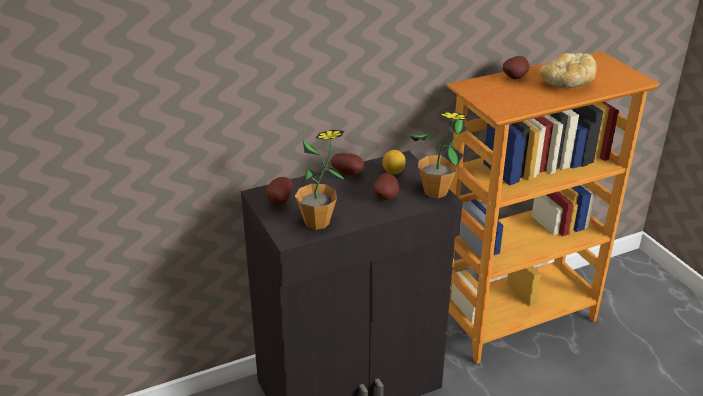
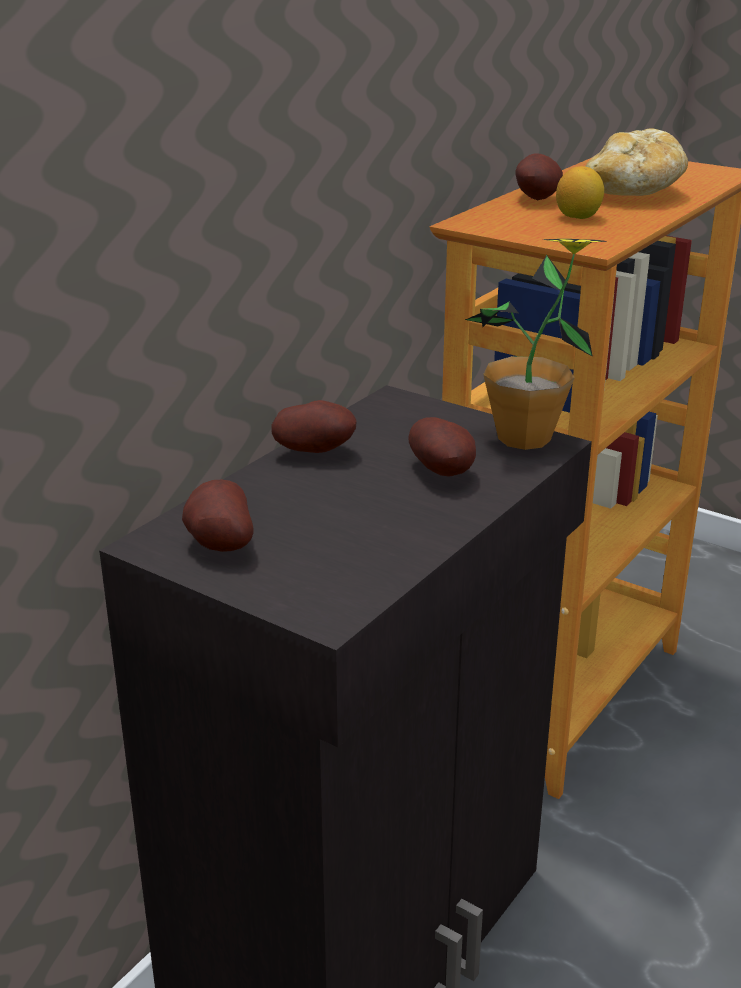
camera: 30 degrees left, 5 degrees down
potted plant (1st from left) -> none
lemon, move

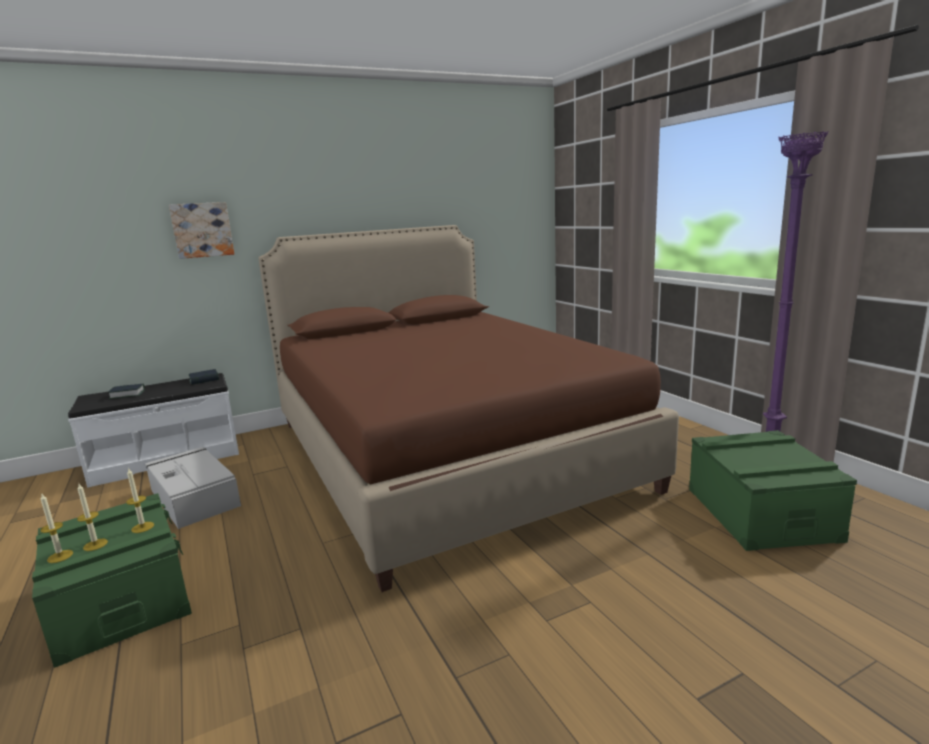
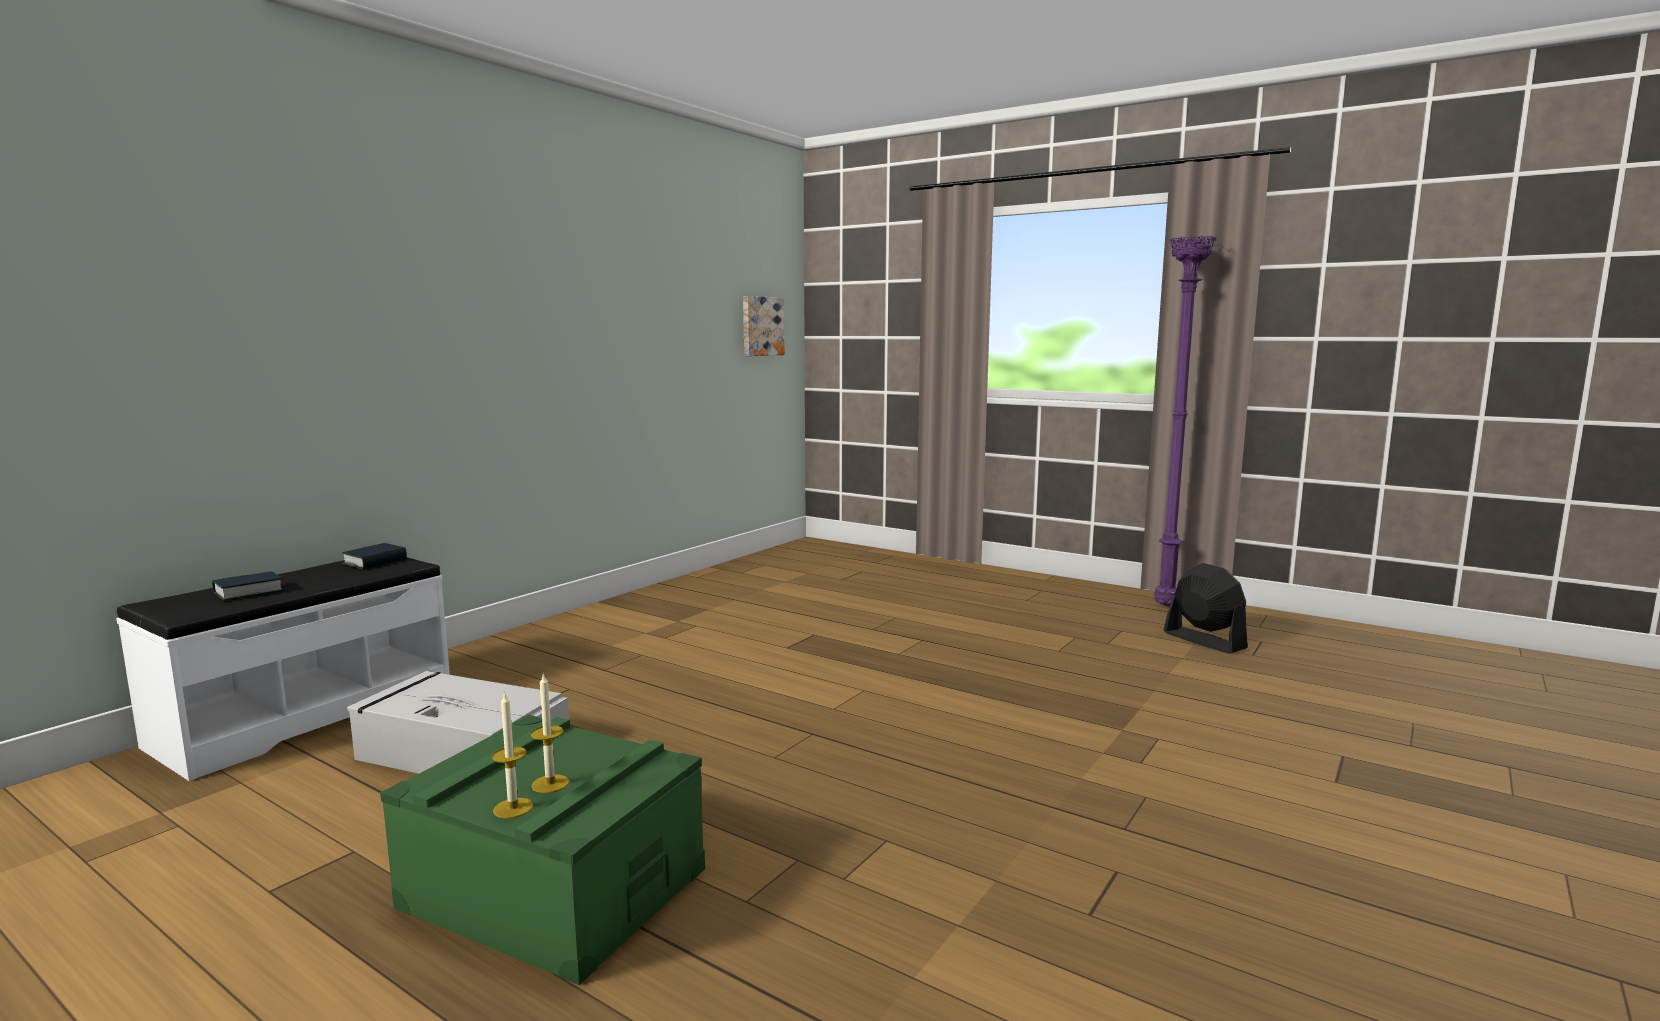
camera: 30 degrees left, 5 degrees down
candle (3rd from left) -> none
bed (brown) -> none
picture, move
storage box (green) (2nd from left) -> fan (black)

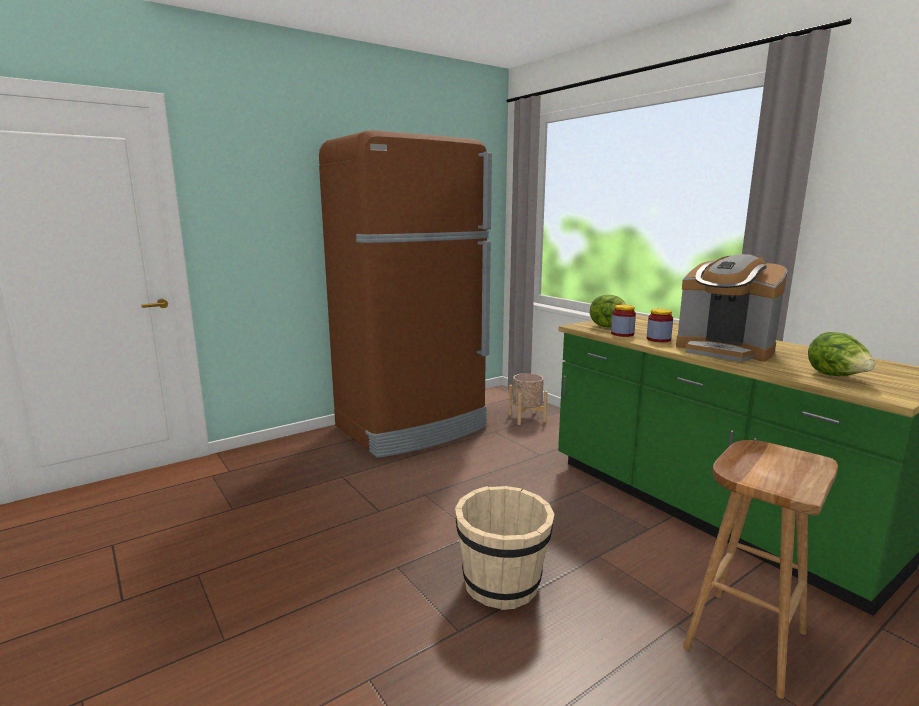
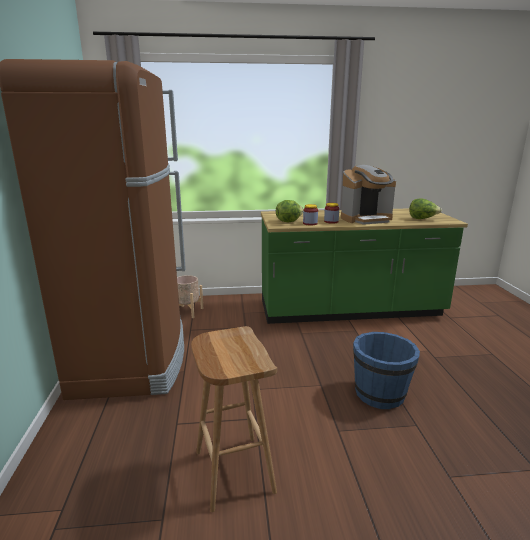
camera: 60 degrees left, 5 degrees up
stool (brown), move
bucket (beige) -> bucket (blue)

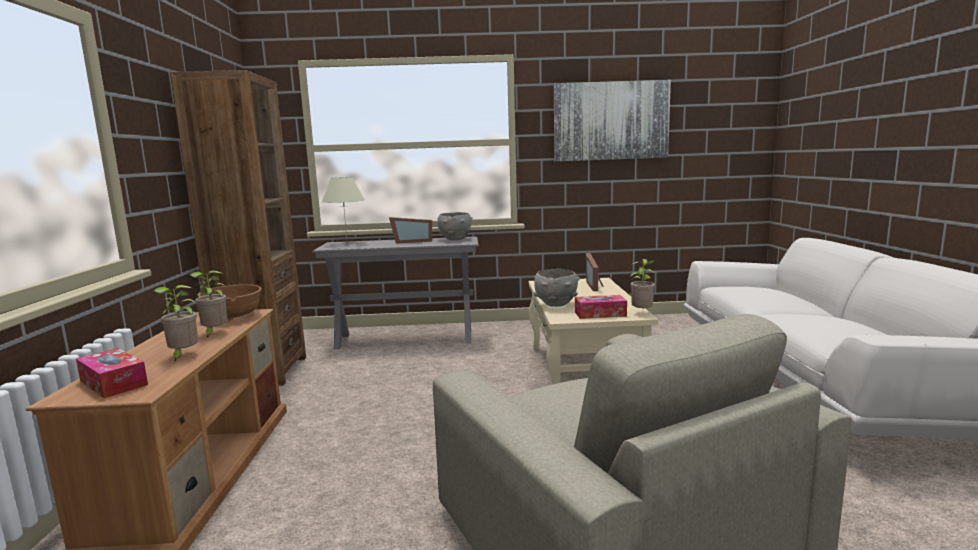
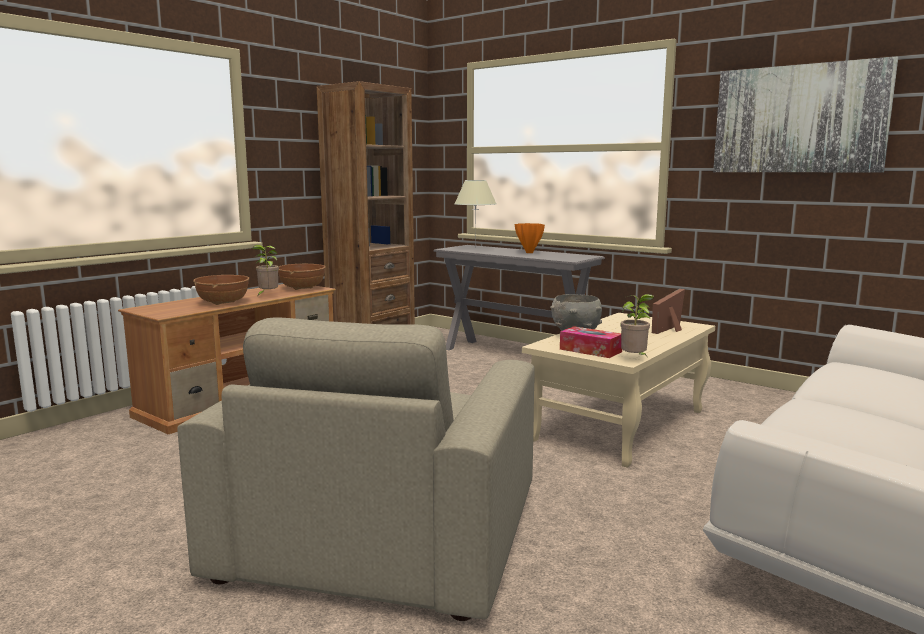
camera: 40 degrees right, 0 degrees up
tissue box (1st from left) -> none
bowl (grey) (1st from left) -> none
potted plant (1st from left) -> bowl (brown) (1st from left)
picture frame (1st from left) -> vase (orange)

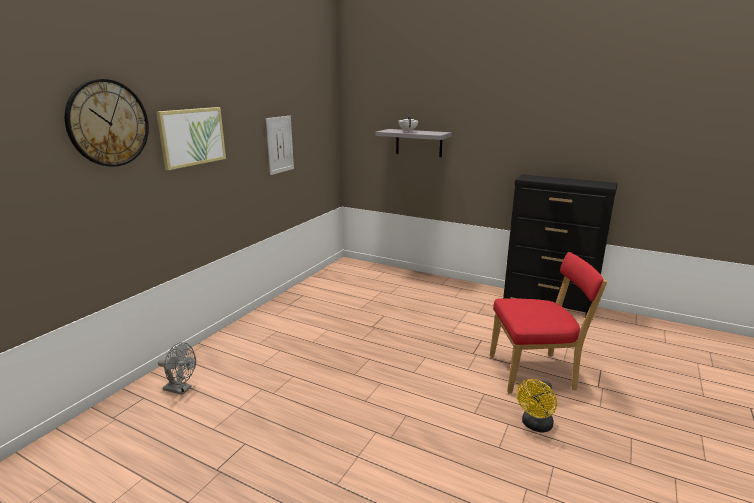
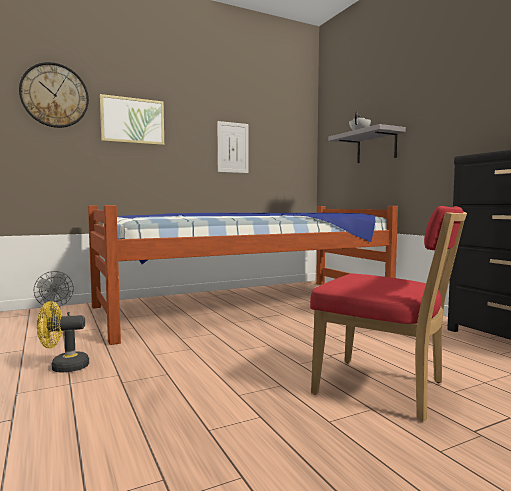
camera: 35 degrees right, 15 degrees down
none -> bed
fan (yellow), move

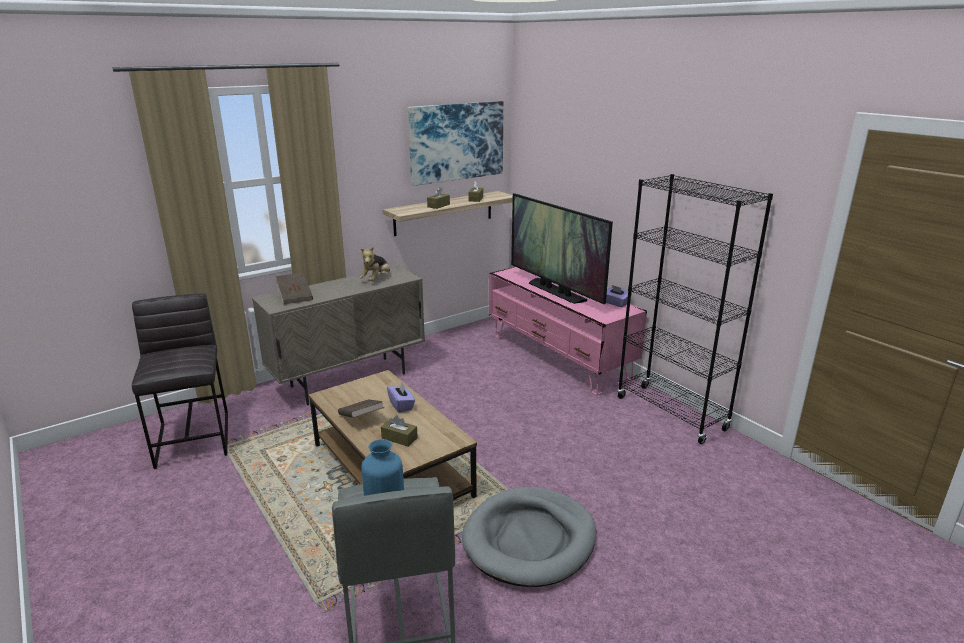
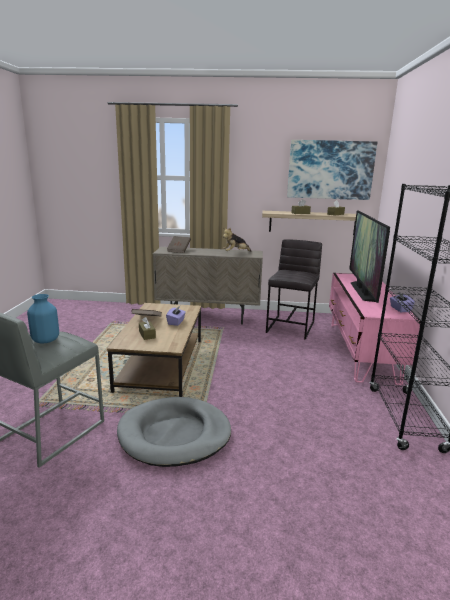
camera: 40 degrees right, 5 degrees down
stool (grey) (1st from left in the first image) -> stool (grey) (2nd from left), move

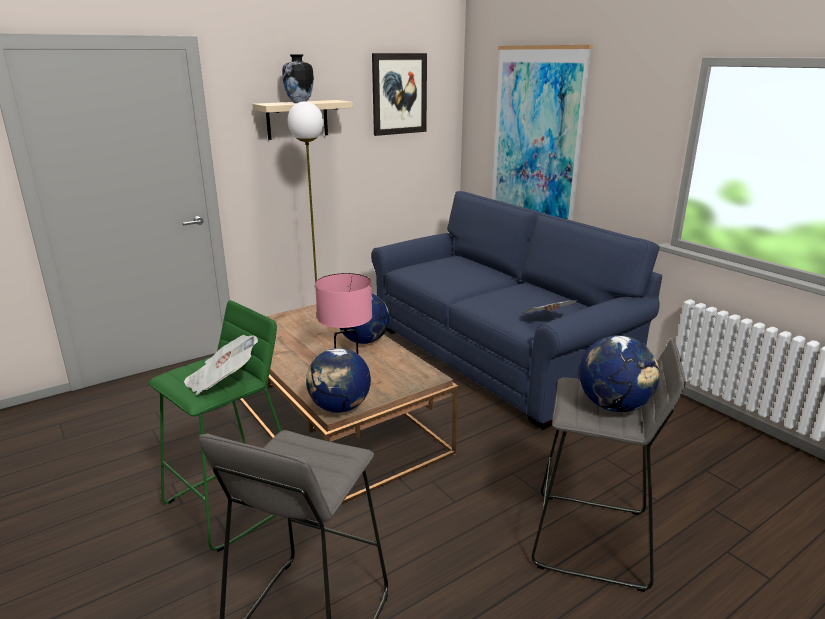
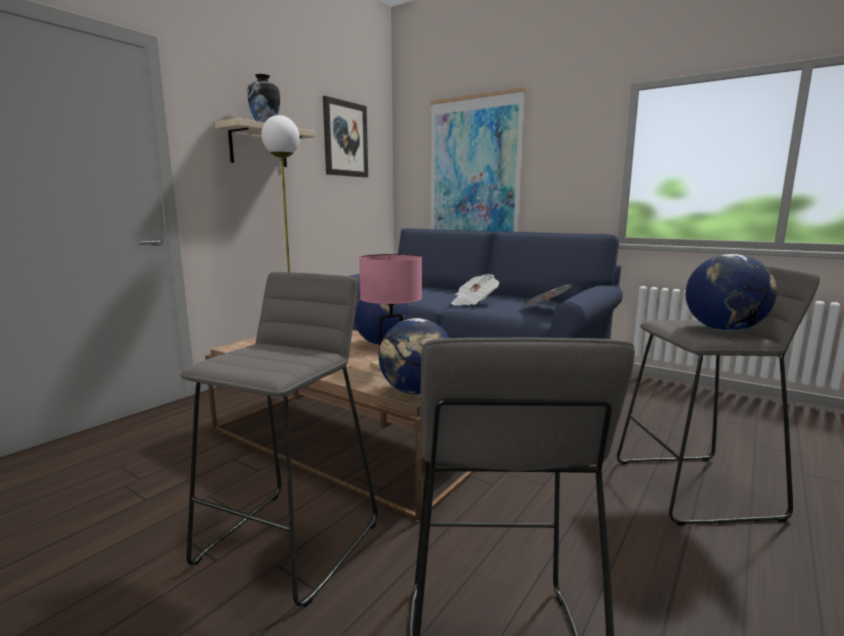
camera: 20 degrees left, 10 degrees down
newspaper (1st from left), move
stool (green) -> stool (grey) (1st from left)

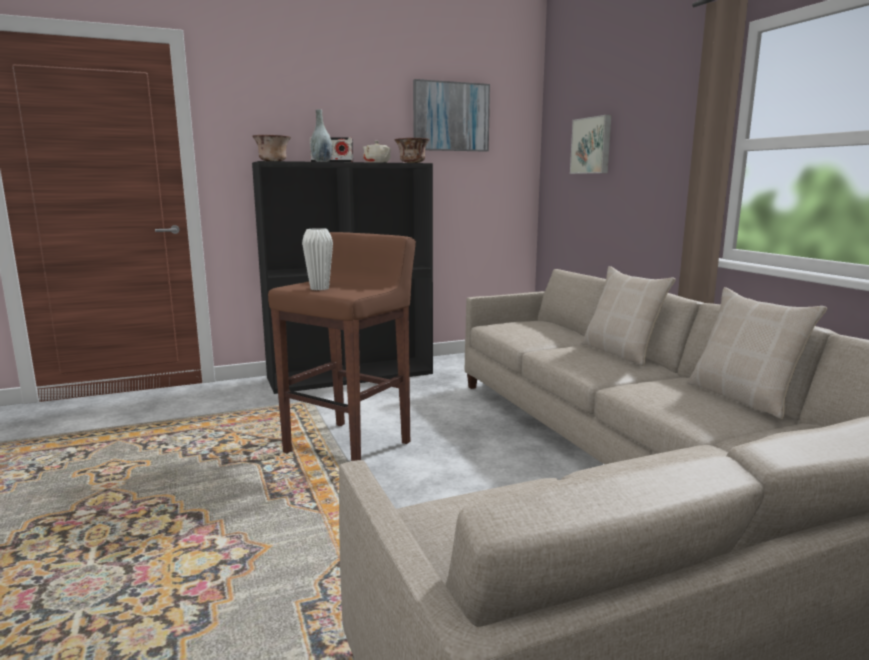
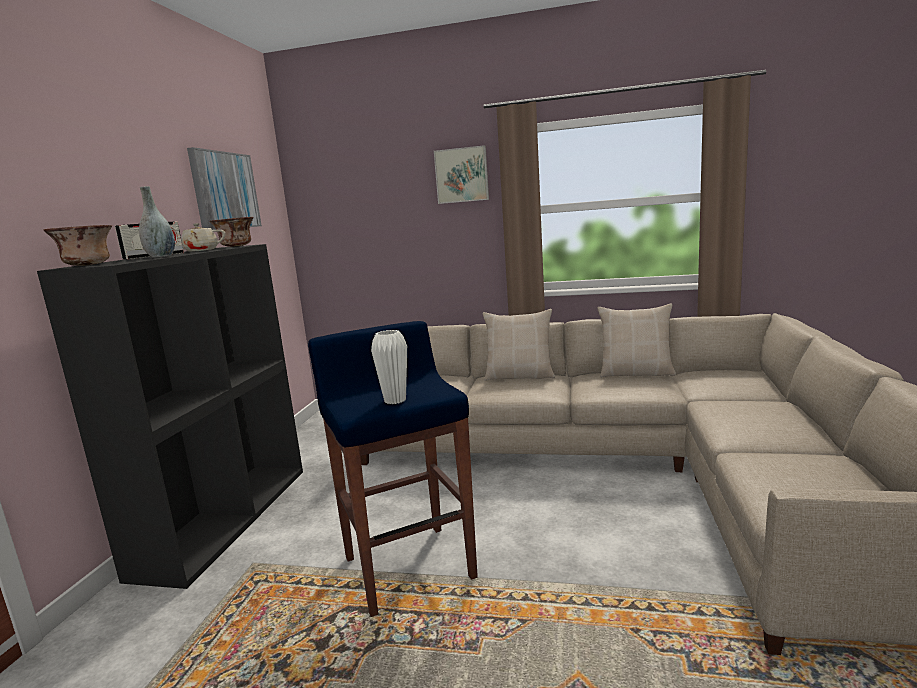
camera: 55 degrees left, 0 degrees up
picture (2nd from left), move
stool (brown) -> stool (blue)

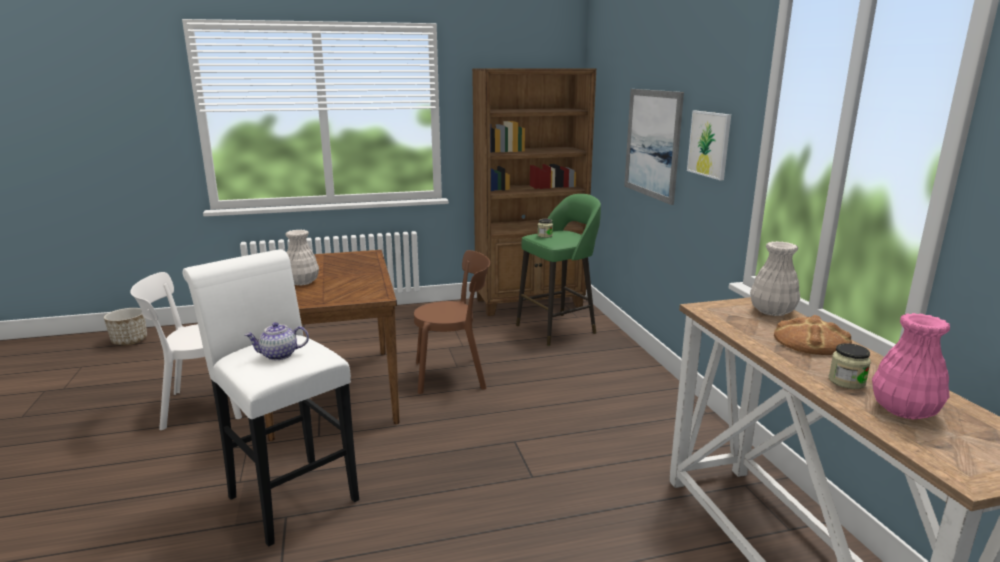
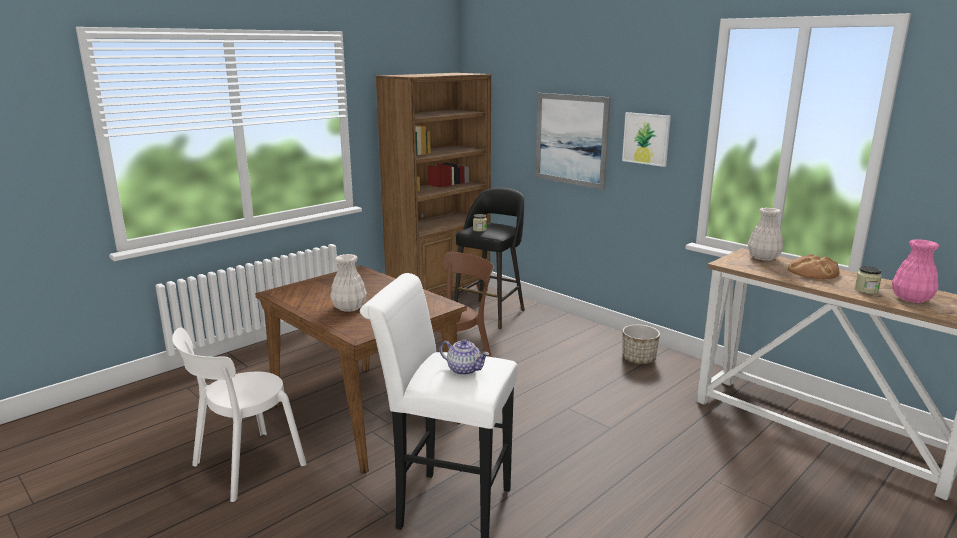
camera: 30 degrees left, 0 degrees up
planter, move
stool (green) -> stool (black)
teapot, 105 degrees counterclockwise

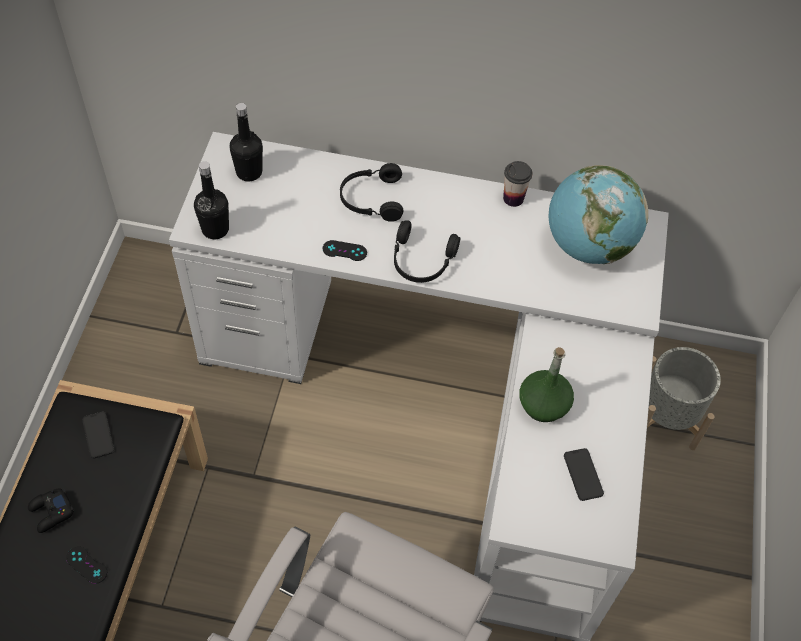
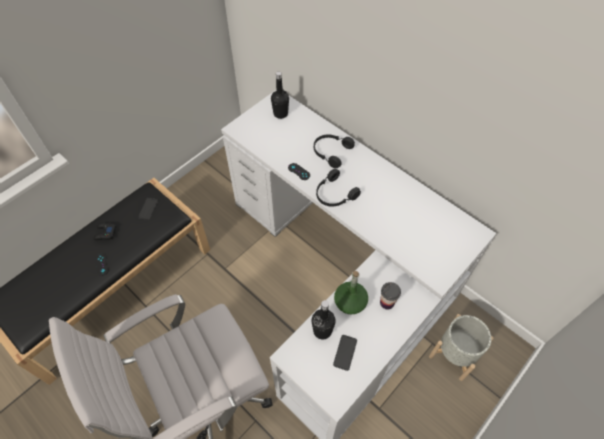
camera: 35 degrees right, 0 degrees up
globe -> none
bottle (black) (1st from left in the first image) -> bottle (black) (2nd from left), move
cup, move

